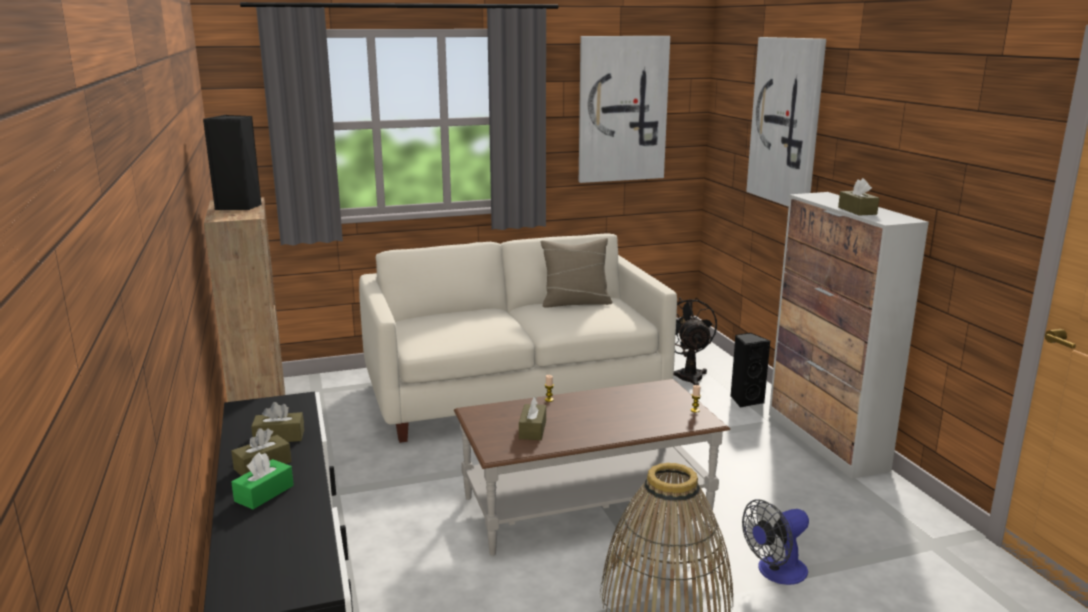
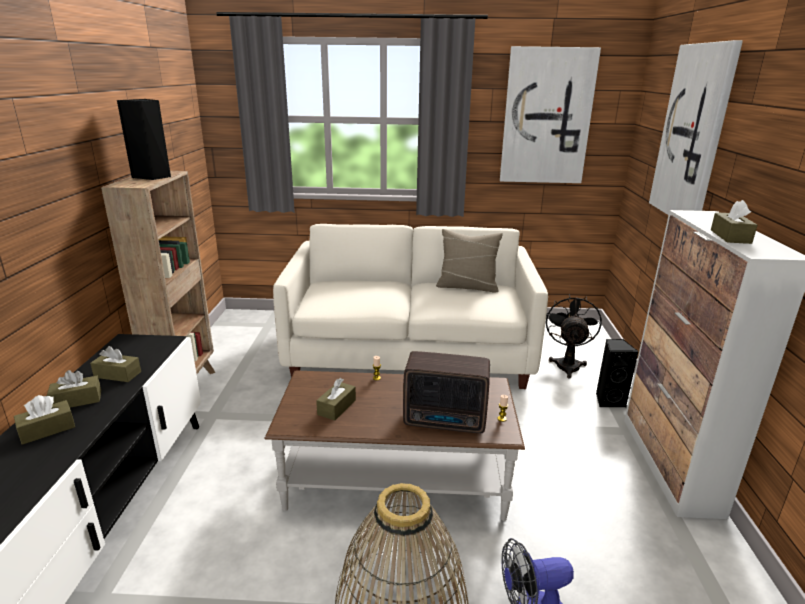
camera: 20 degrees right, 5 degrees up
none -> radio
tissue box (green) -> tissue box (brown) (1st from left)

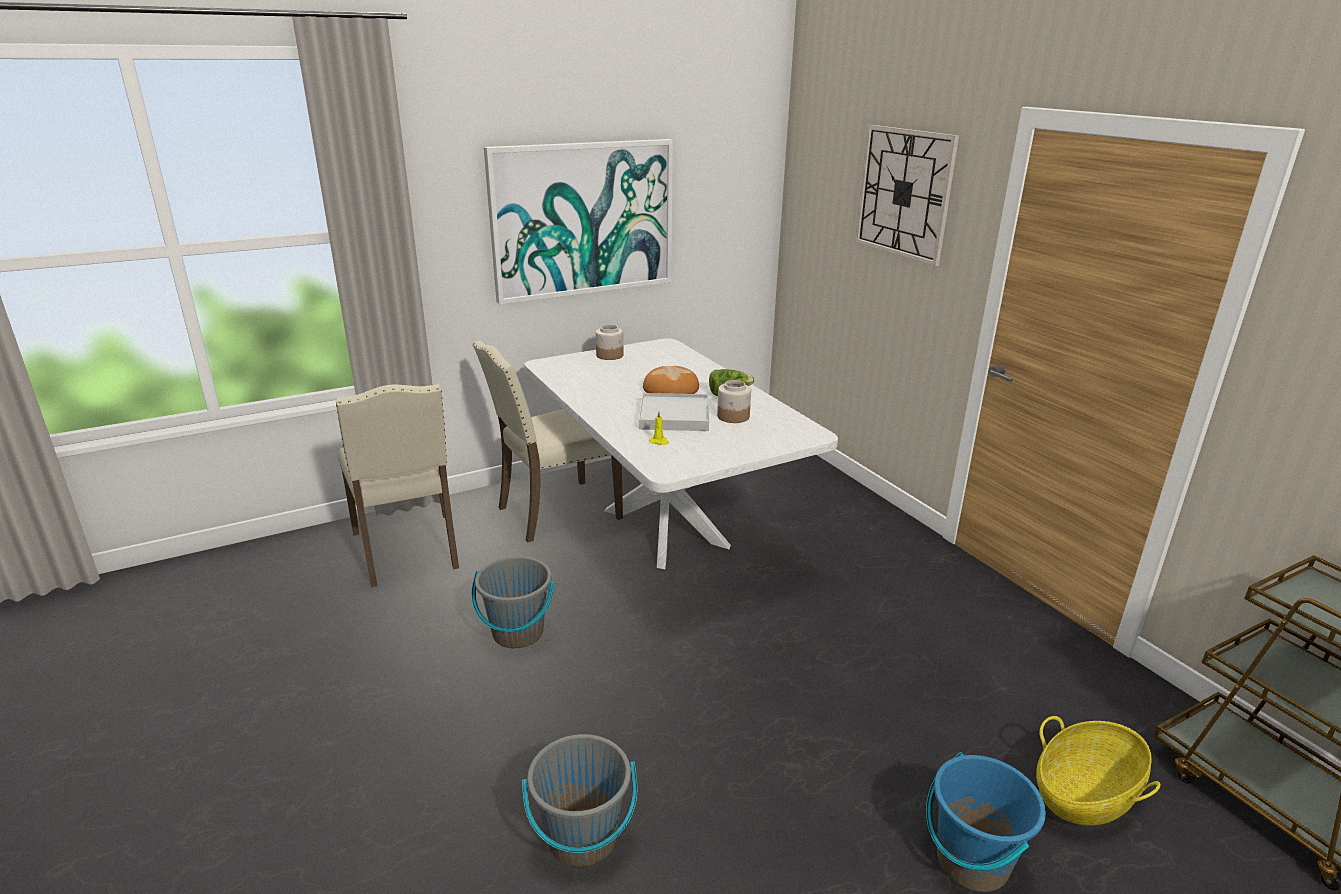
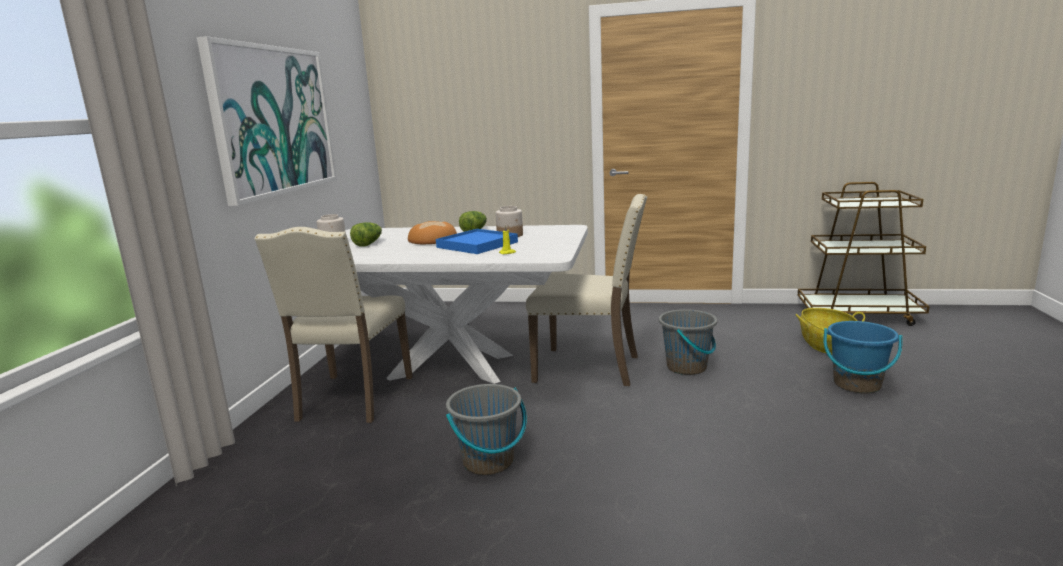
camera: 50 degrees left, 10 degrees down
wall clock -> none
none -> lettuce (1st from left)
chair (beige) (1st from left in the first image) -> chair (beige) (2nd from left), move
bucket (grey) (2nd from left), move
tray (white) -> tray (blue)

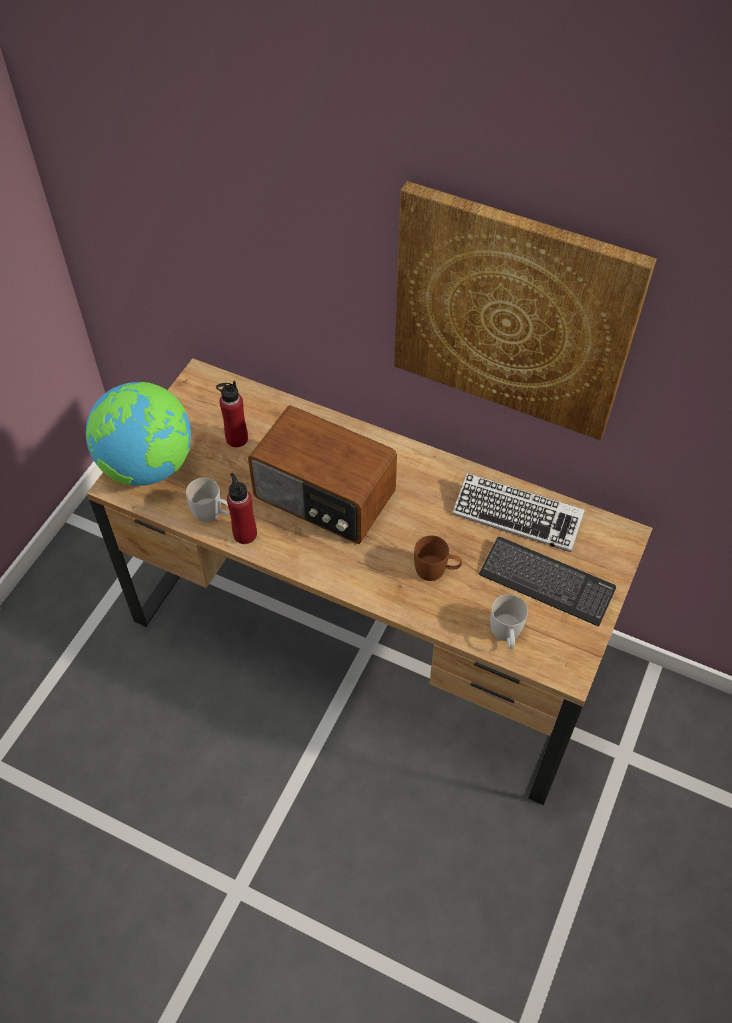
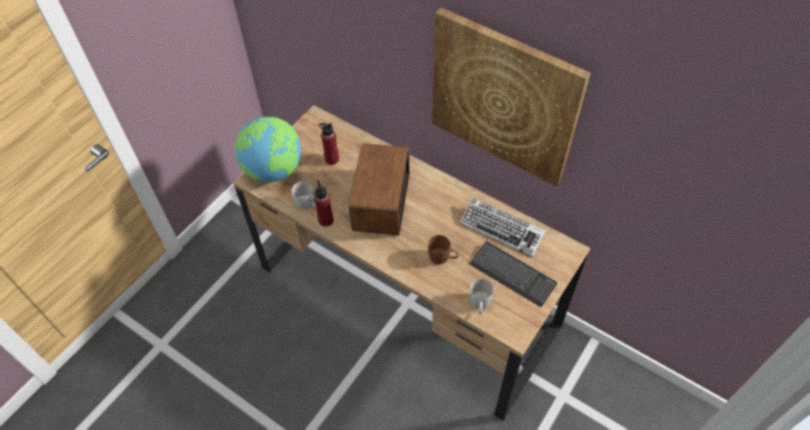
camera: 10 degrees right, 0 degrees up
radio, 60 degrees clockwise

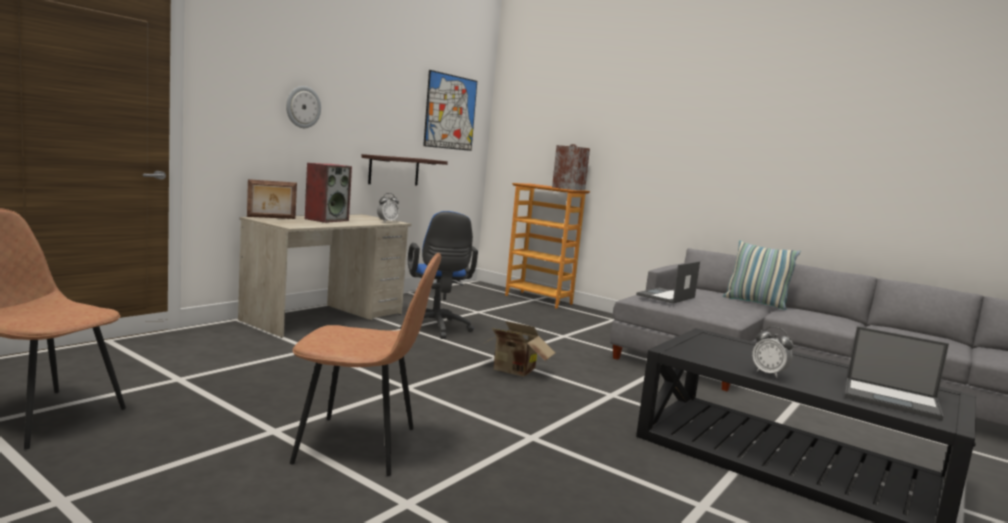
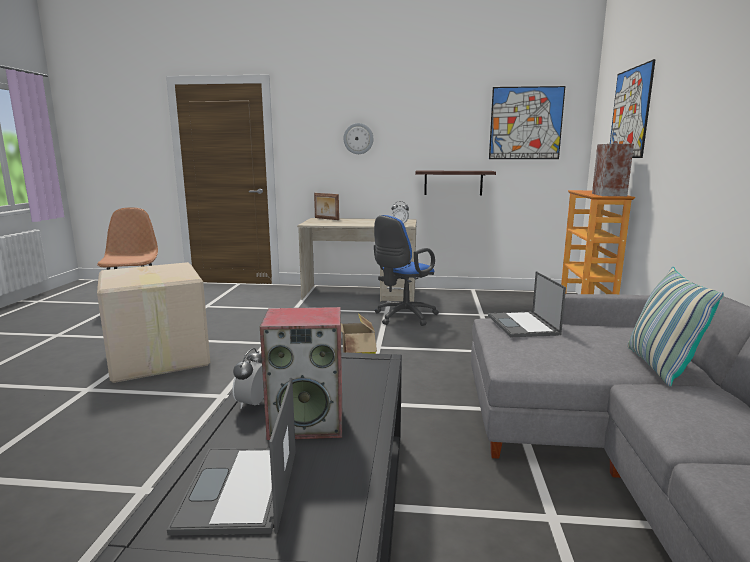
camera: 60 degrees right, 5 degrees up
none -> picture (2nd from left)
speaker (1st from left), move
chair (brown) (2nd from left) -> cardboard box (1st from left)
laptop (1st from left in the first image) -> laptop (2nd from left), 105 degrees counterclockwise

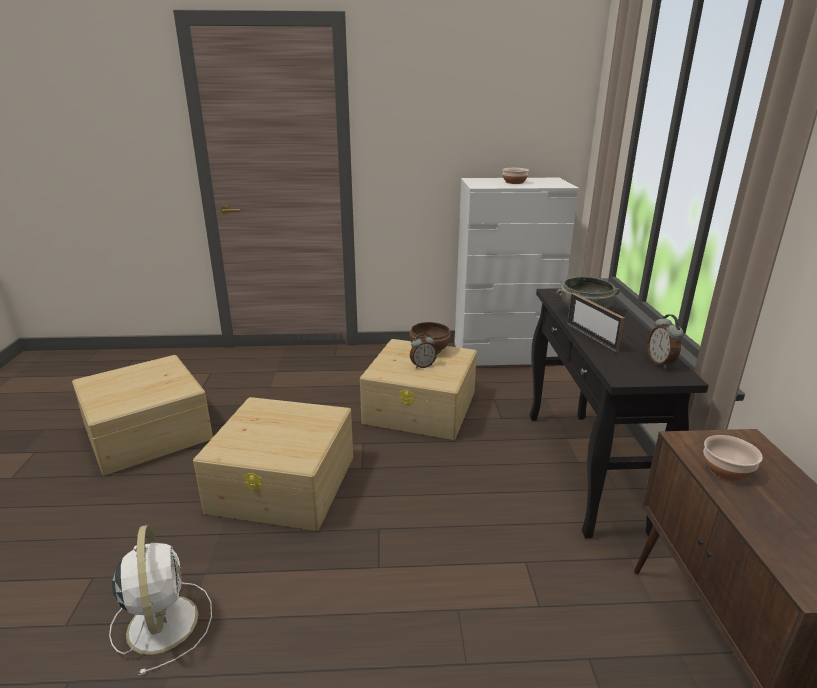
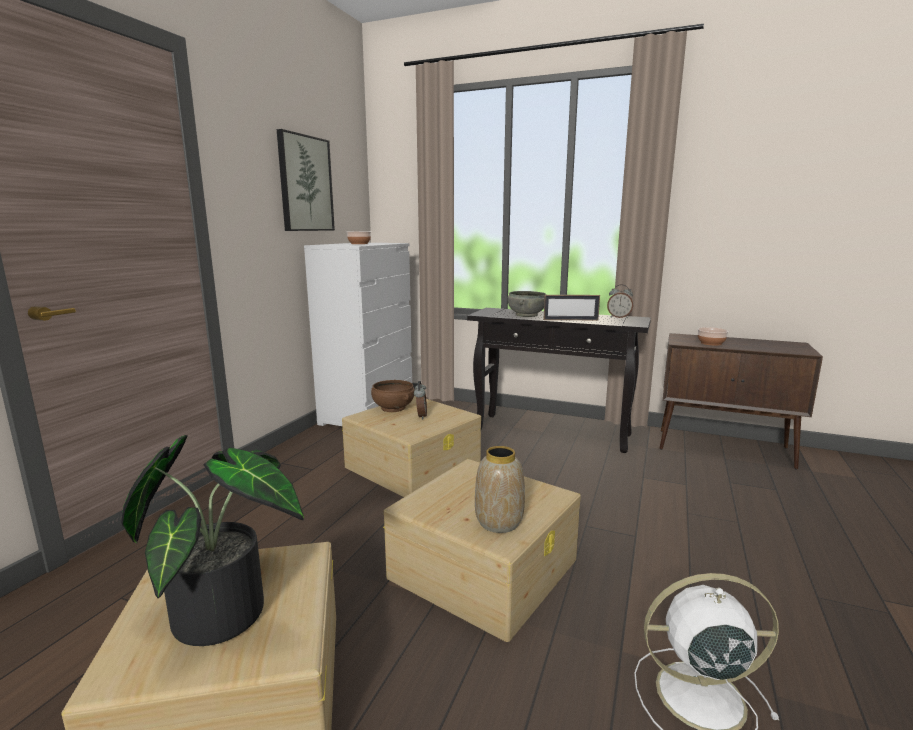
camera: 65 degrees left, 10 degrees down
none -> potted plant
none -> picture
none -> vase

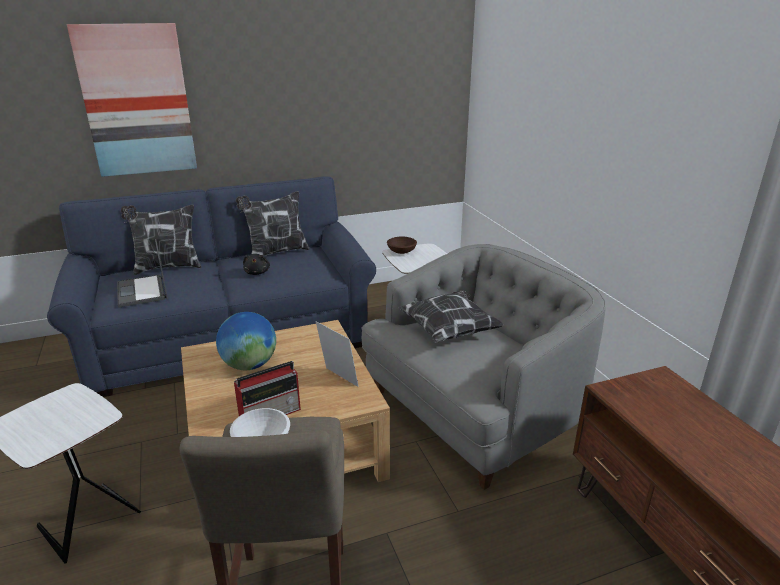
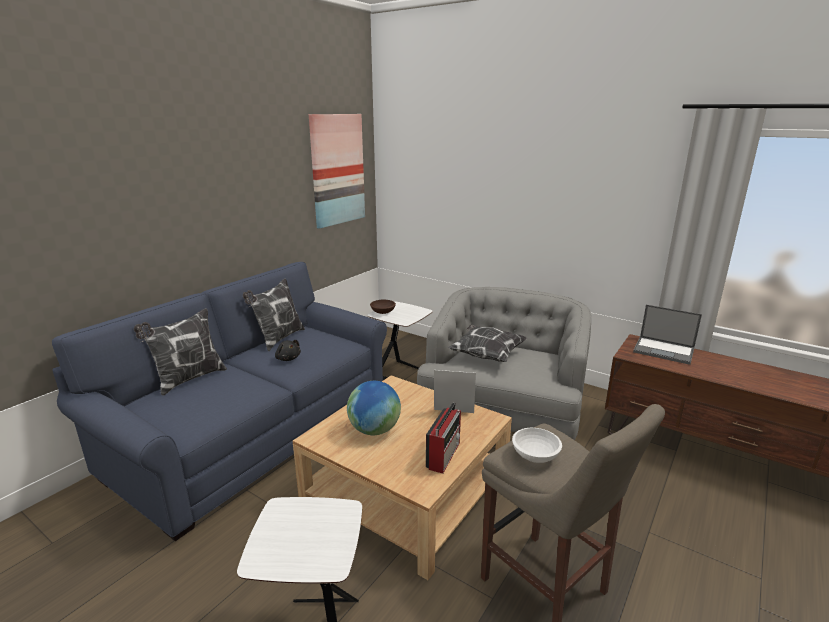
camera: 35 degrees left, 5 degrees down
picture, move
laptop, move

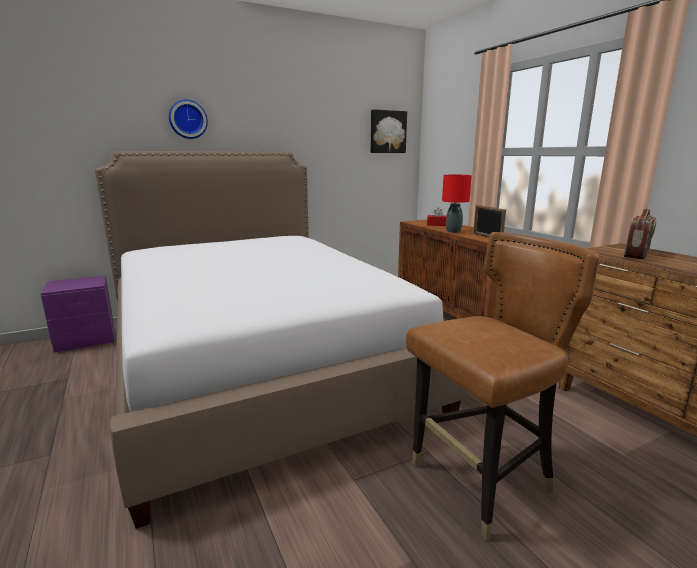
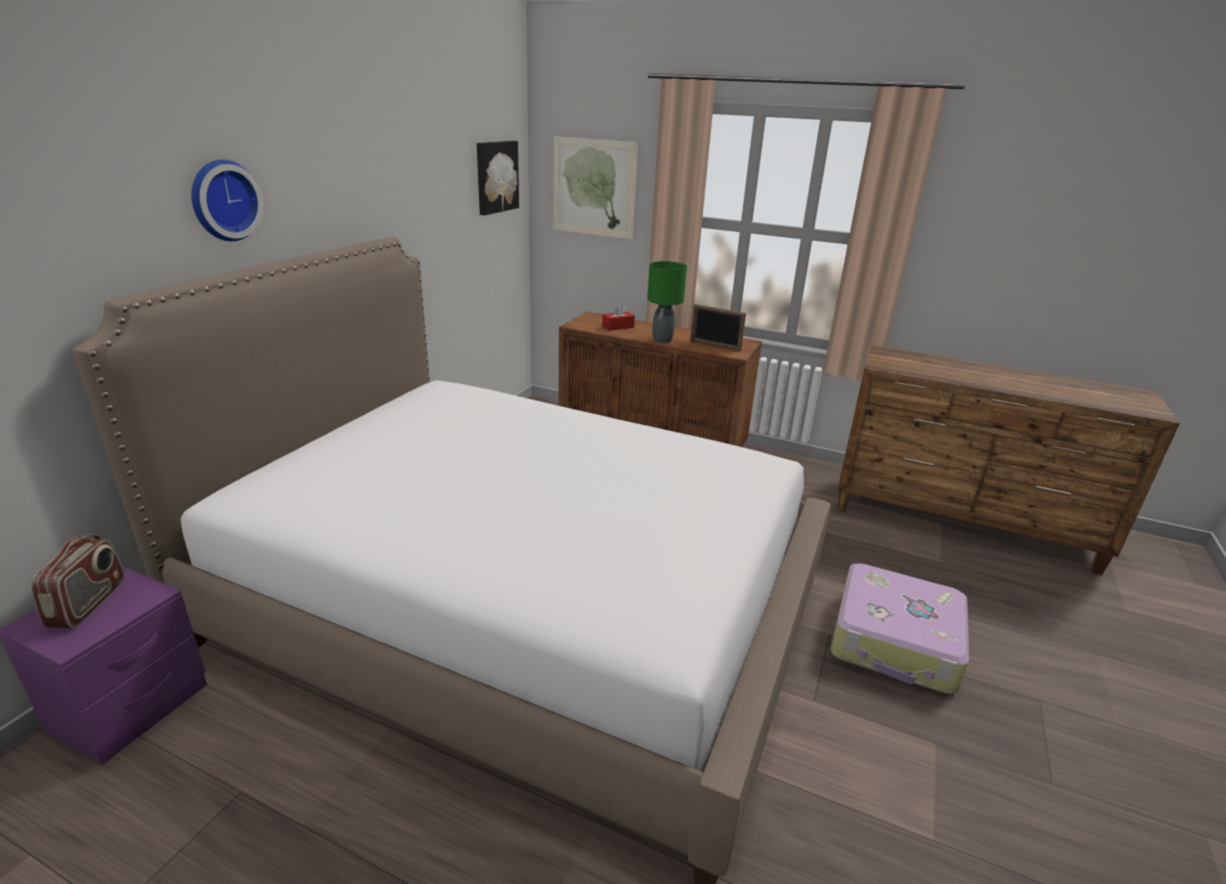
camera: 40 degrees left, 10 degrees up
none -> picture (2nd from left)
radio, move
chair (brown) -> suitcase
table lamp (red) -> table lamp (green)

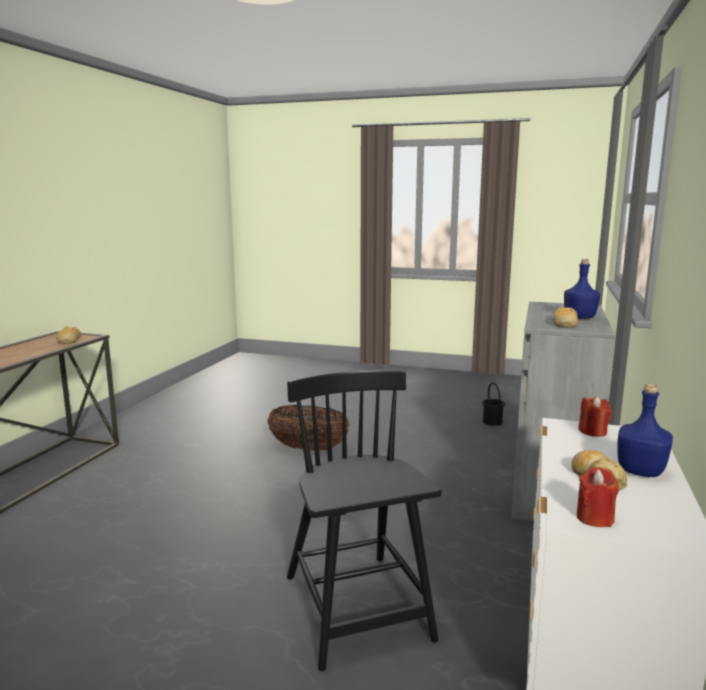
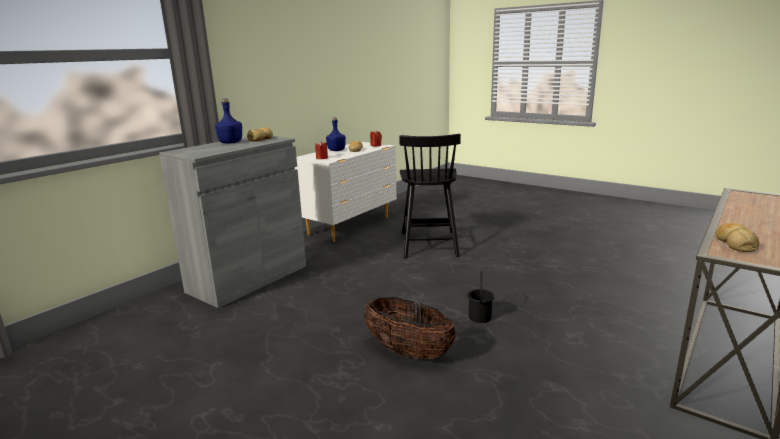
camera: 160 degrees left, 5 degrees up
bucket (black), move

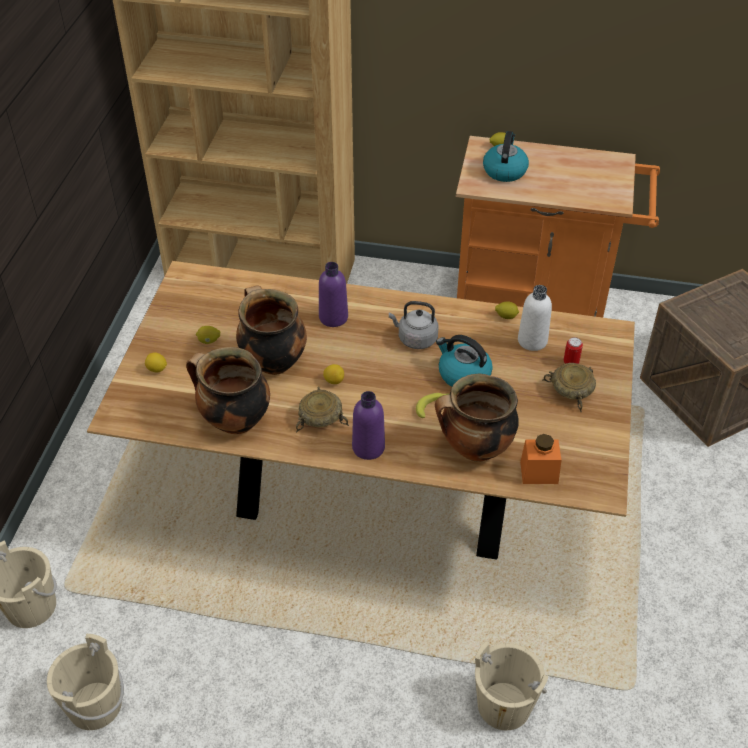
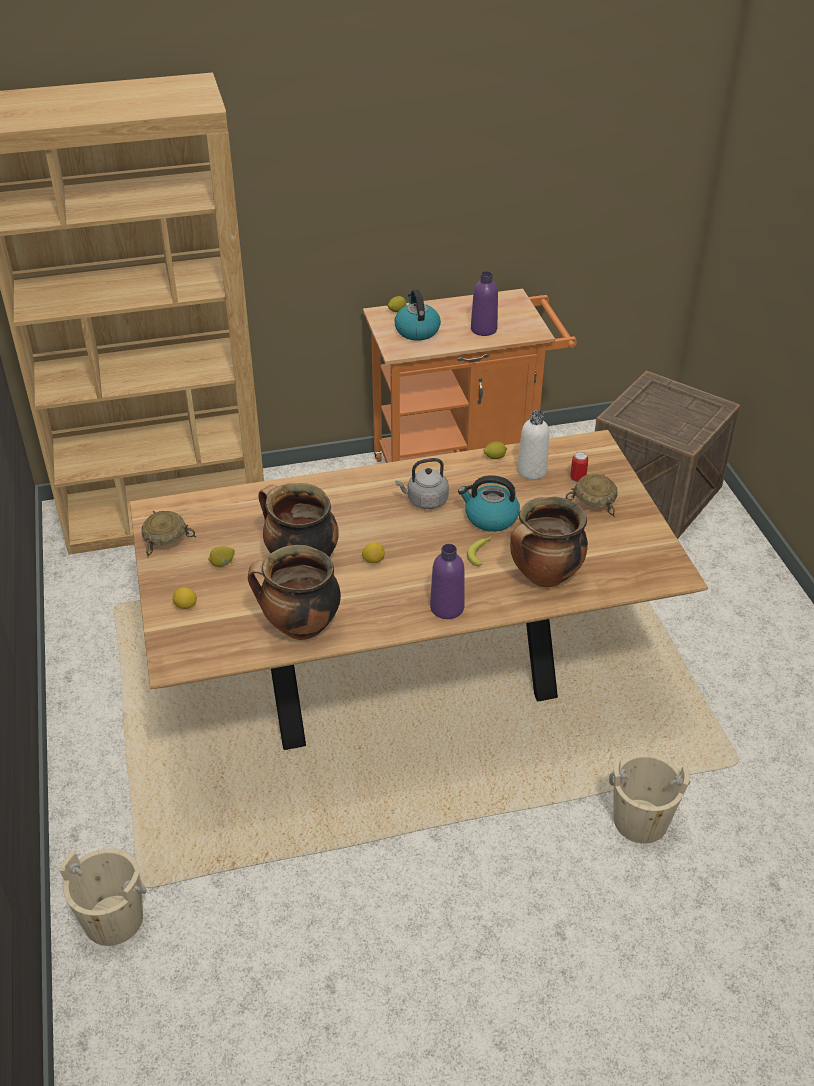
camera: 25 degrees left, 5 degrees down
bucket (beige) (2nd from left) -> none
jar (orange) -> none
bowl (beige) (1st from left), move
bottle (purple) (1st from left in the first image) -> bottle (purple) (2nd from left), move

